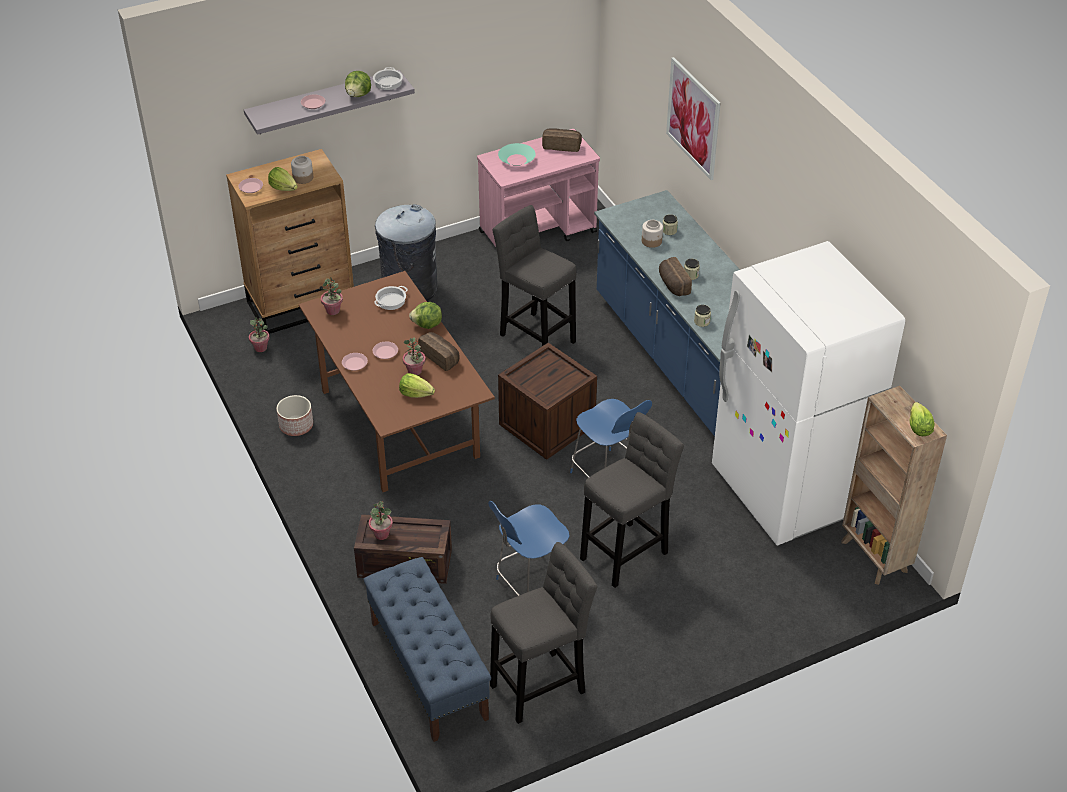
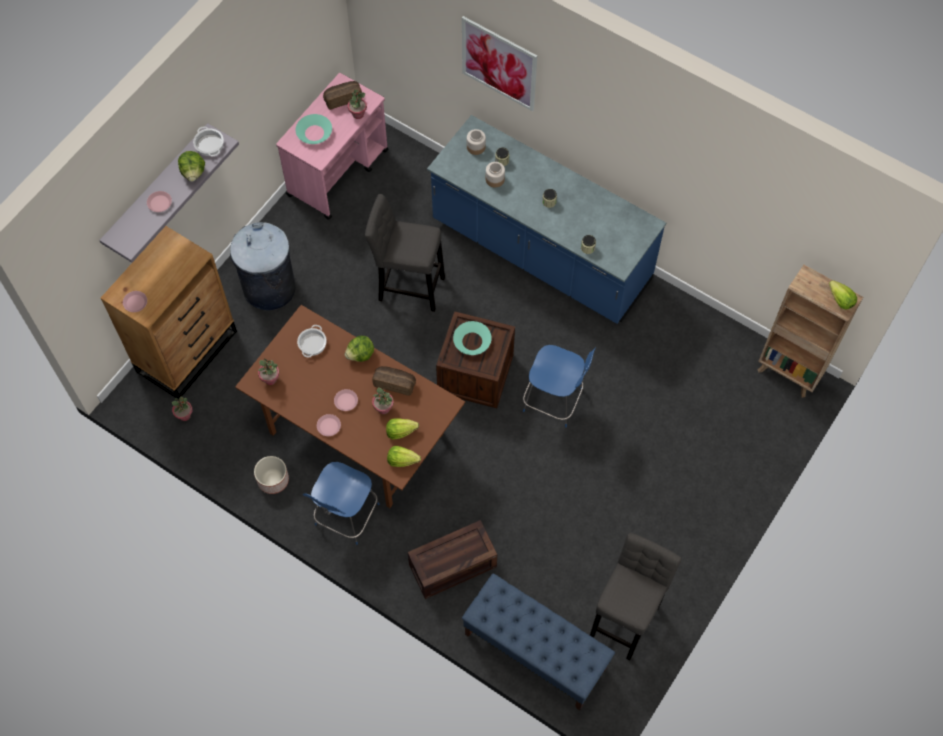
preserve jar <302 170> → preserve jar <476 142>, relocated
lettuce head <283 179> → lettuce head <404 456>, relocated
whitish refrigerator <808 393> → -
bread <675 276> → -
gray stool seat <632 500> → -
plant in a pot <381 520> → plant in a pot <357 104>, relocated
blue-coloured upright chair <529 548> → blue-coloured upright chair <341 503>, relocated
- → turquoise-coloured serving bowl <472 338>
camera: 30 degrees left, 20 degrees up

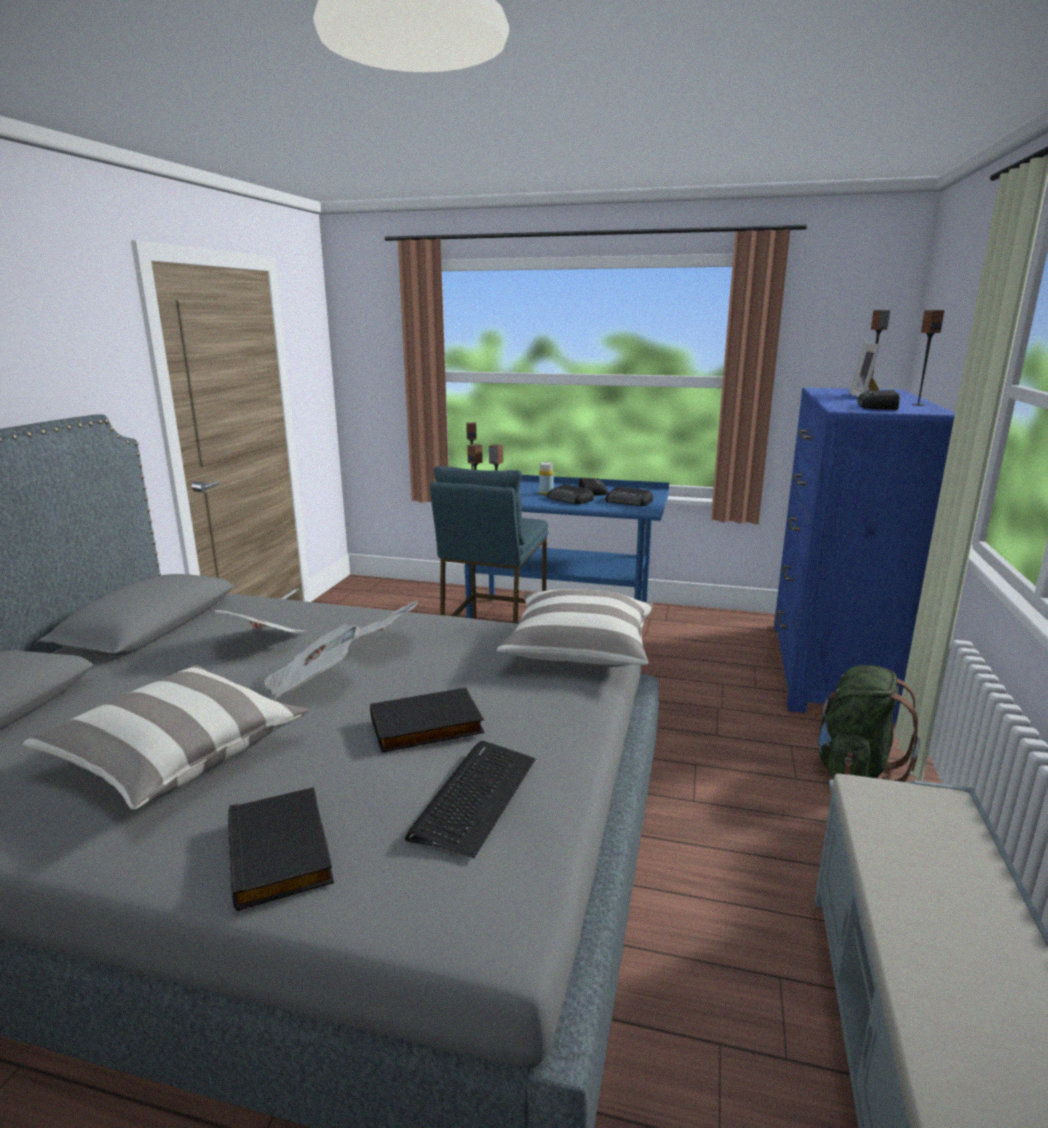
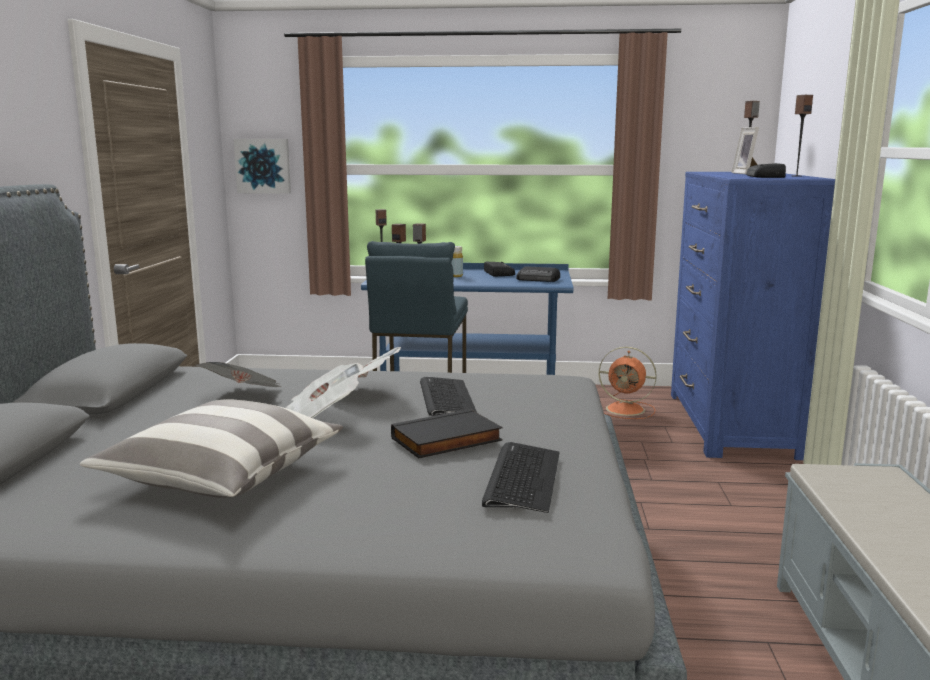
radio set <571 494> → -
cushion <575 628> → -
greenish knapsack <866 723> → -
black volume <281 849> → -
- → wall art <262 166>
- → orange fan <628 383>
- → computer keyboard <448 396>
camera: 10 degrees left, 5 degrees down

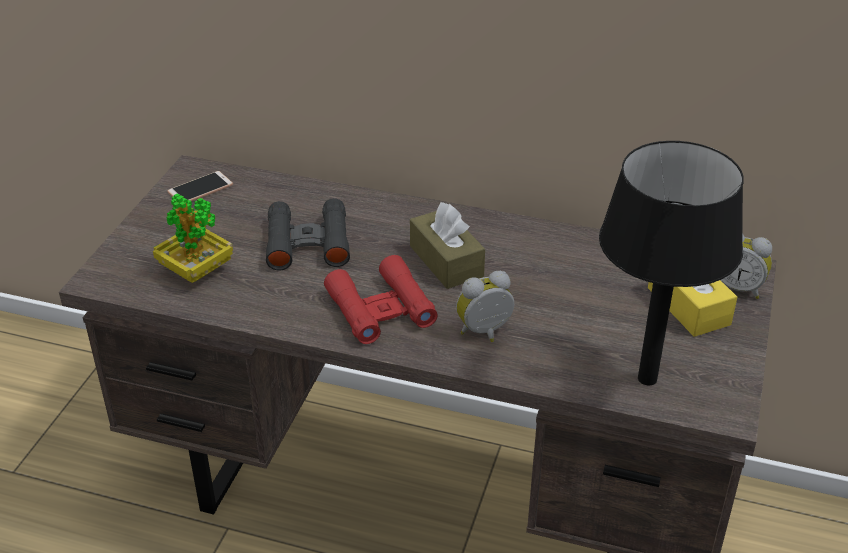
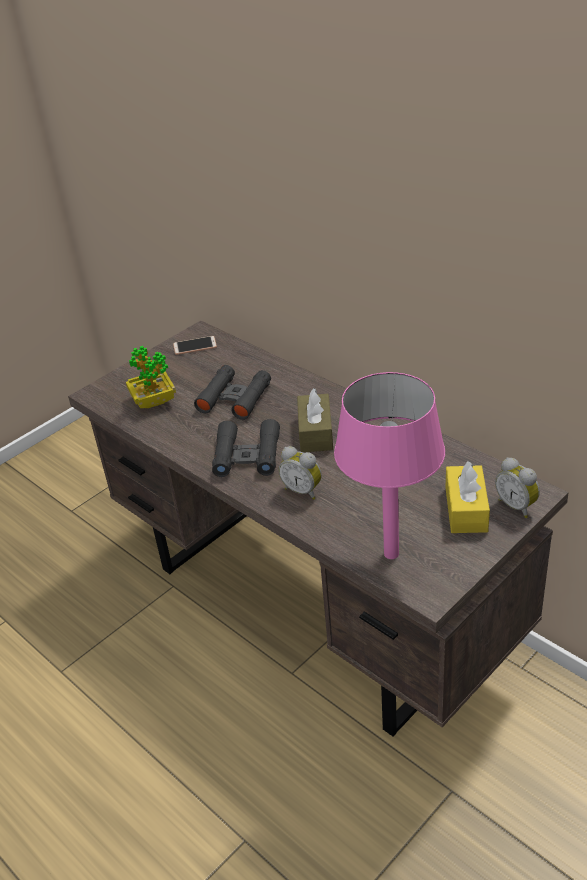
black table lamp <671 263> → pink-coloured table lamp <389 465>
reddish field glasses <381 299> → black field glasses <246 448>
alarm clock <485 306> → alarm clock <300 473>, 150 degrees counterclockwise
camera: 30 degrees right, 0 degrees up

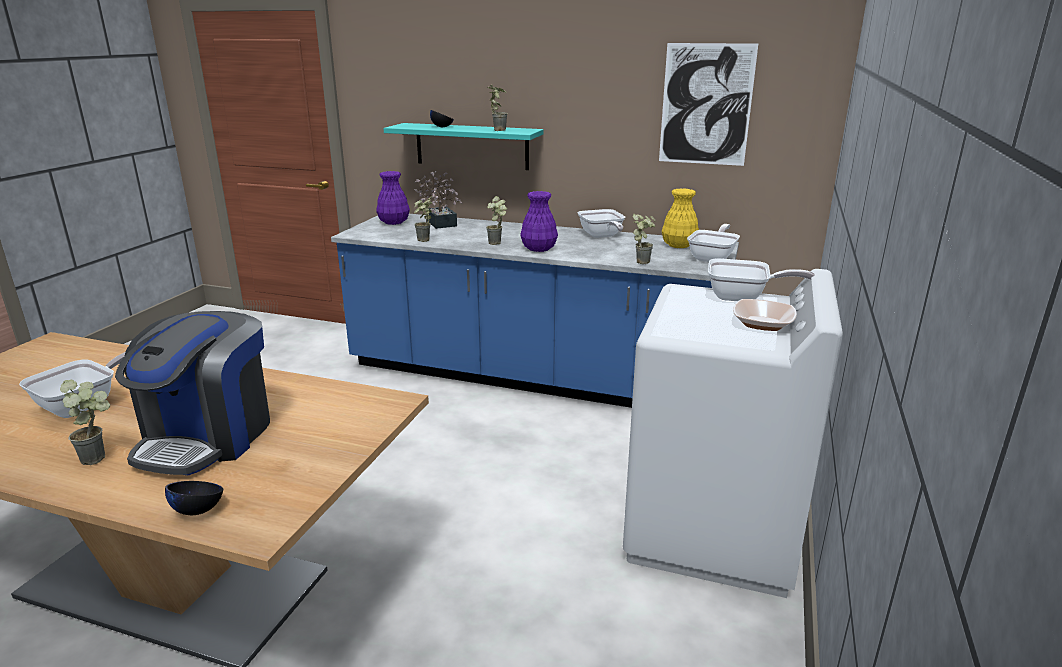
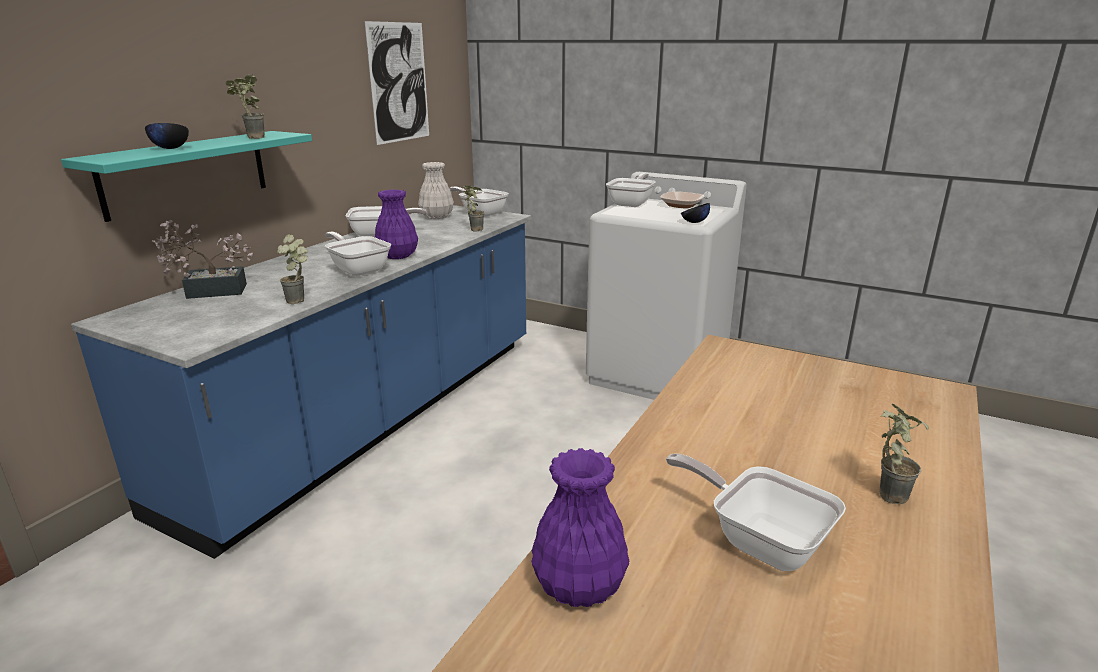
purple-coloured flower vase <393 198> → purple-coloured flower vase <580 527>, relocated
yellow-coloured flower vase <680 218> → whitish flower vase <436 190>
plant in a pot <496 220> → pan <358 254>
coffee brewer <192 393> → -
black serving bowl <194 498> → black serving bowl <695 213>, relocated
camera: 80 degrees left, 0 degrees up

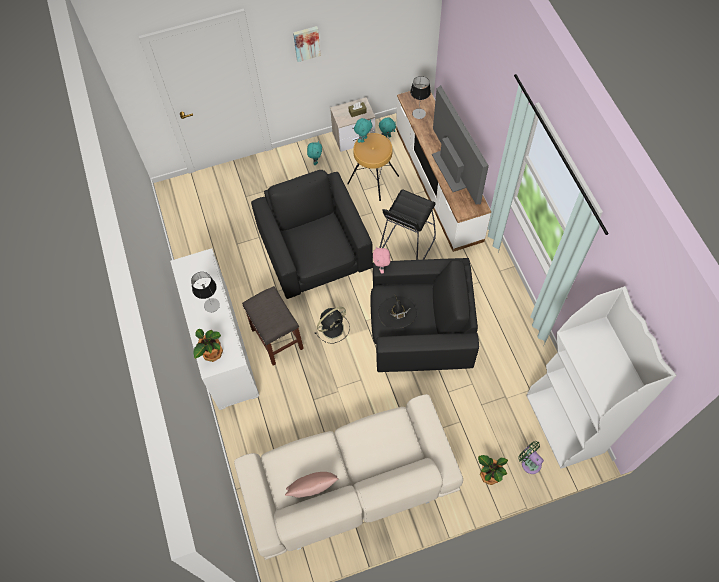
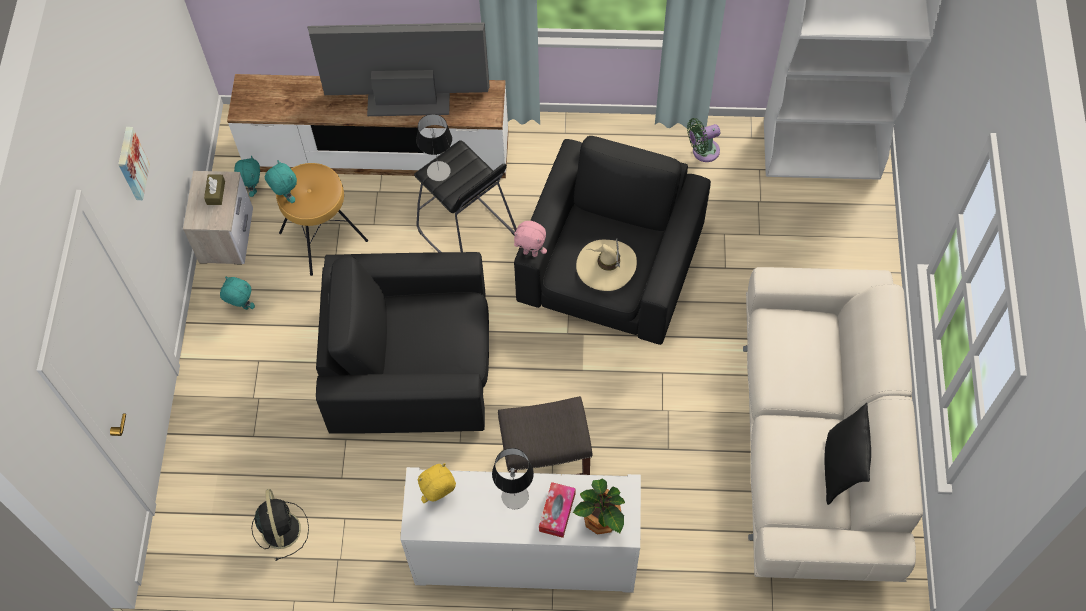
table lamp <420 97> → table lamp <434 147>, relocated
black hat <397 312> → beige hat <606 265>
black fan <332 325> → black fan <280 525>, relocated
greenish fan <531 457> → greenish fan <703 140>, relocated
plant in a pot <493 470> → -
pink-coloured cushion <312 485> → black cushion <847 454>
- → yellow-coloured cuddly toy <437 483>
- → tissue box <557 510>
camera: 70 degrees left, 0 degrees up

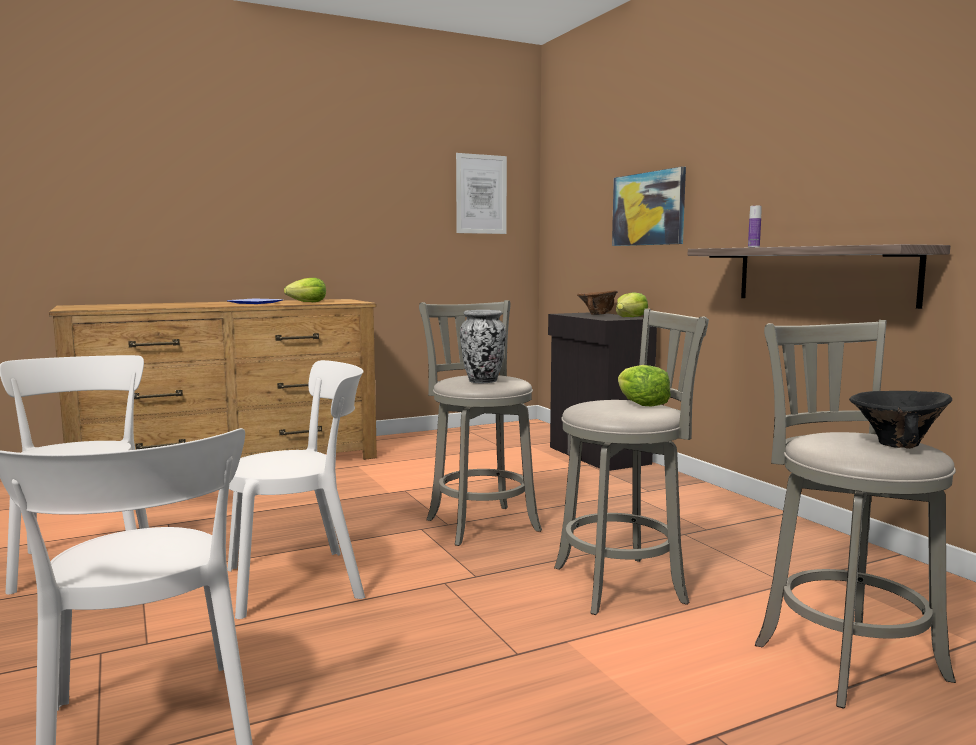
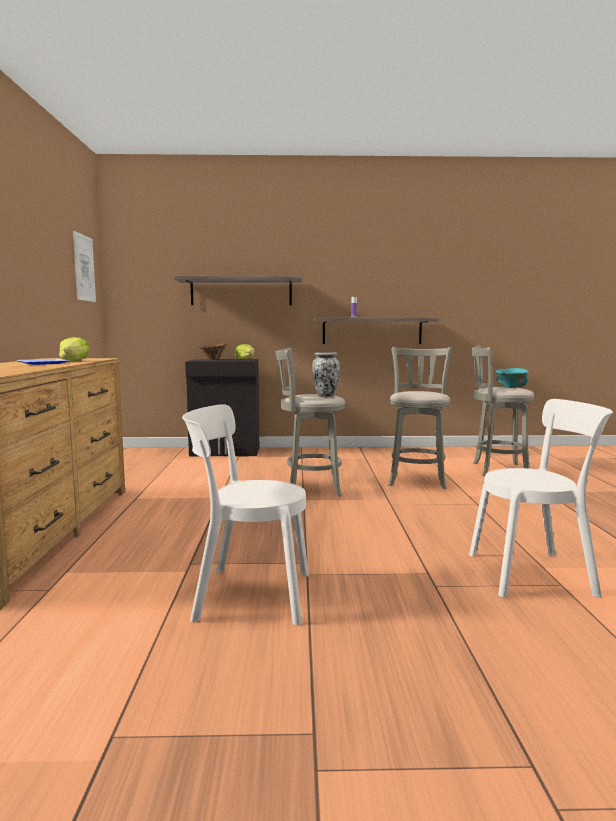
wall art <649 206> → shelf <238 290>
whitish upright chair <296 489> → -
lettuce head <644 386> → -
black serving bowl <900 420> → turquoise-coloured serving bowl <512 378>
camera: 65 degrees left, 0 degrees up

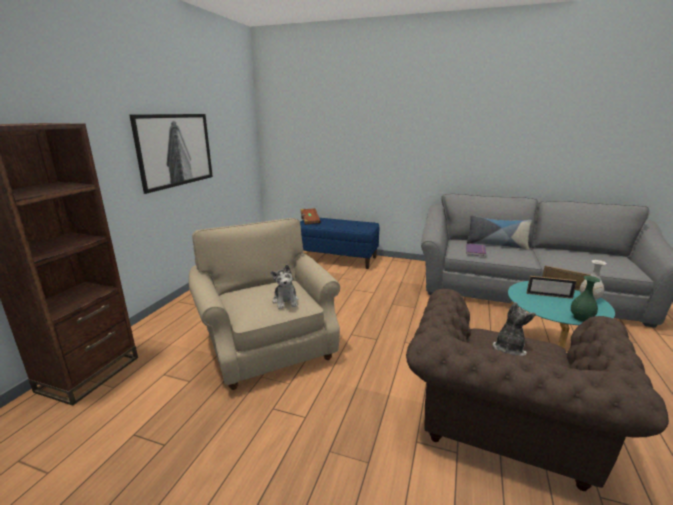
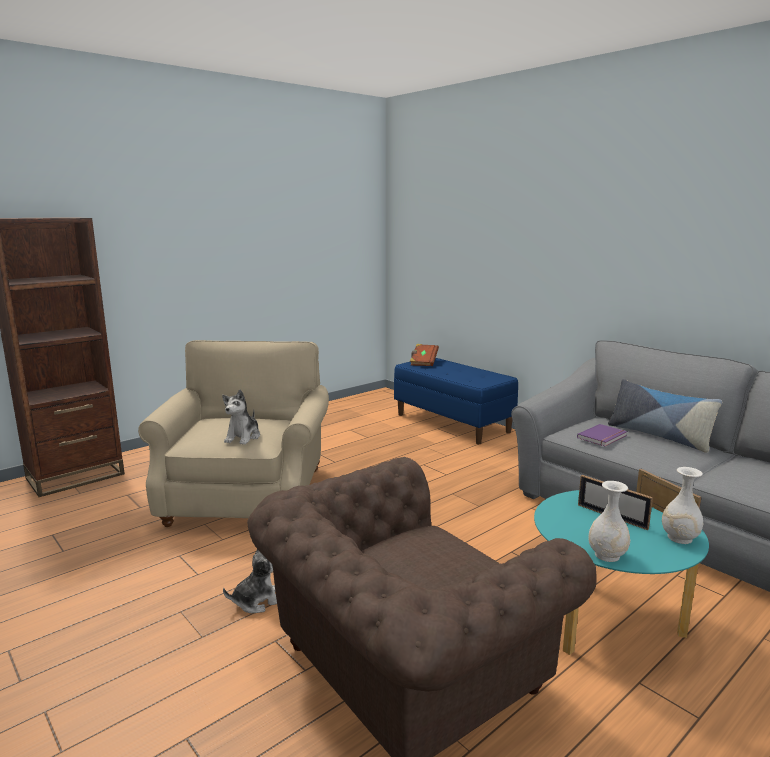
wall art <171 154> → -
greenish flower vase <585 299> → whitish flower vase <609 521>
cuddly toy <514 329> → cuddly toy <250 581>, relocated
camera: 30 degrees right, 5 degrees down

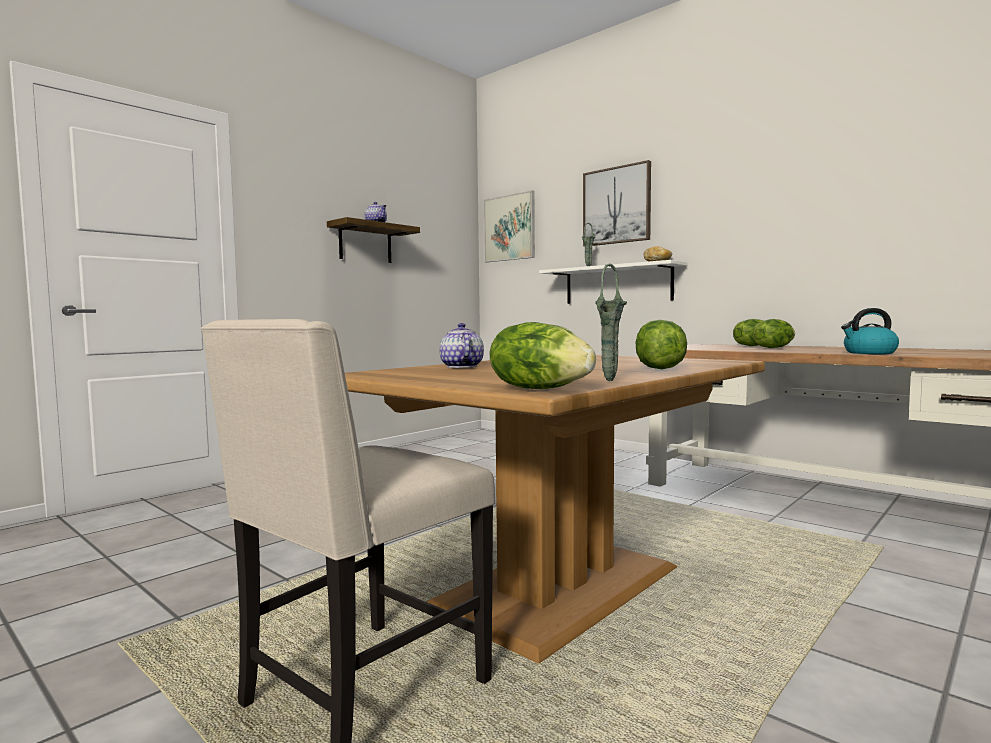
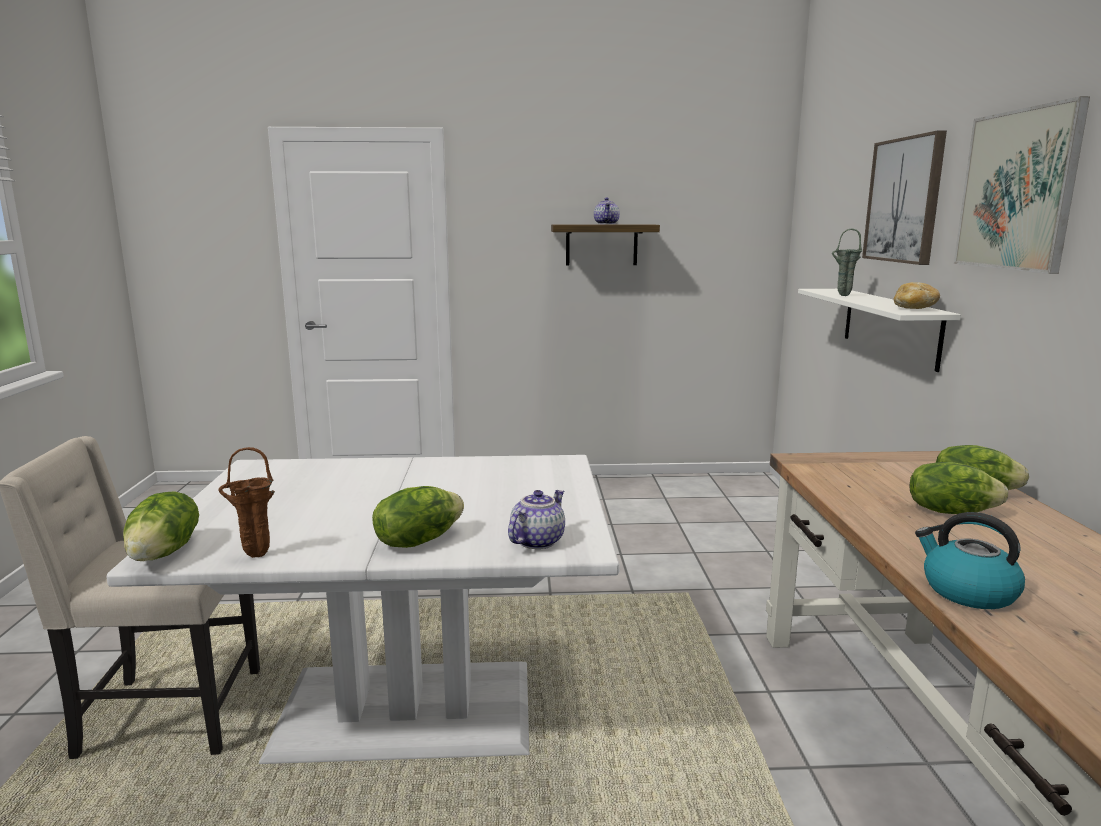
wall art <509 226> → wall art <1022 185>, relocated
greenish flower vase <611 322> → brown flower vase <246 502>
teapot <461 345> → teapot <536 519>, relocated
brown kitchen table <555 509> → whitish kitchen table <363 609>
camera: 45 degrees right, 10 degrees up

